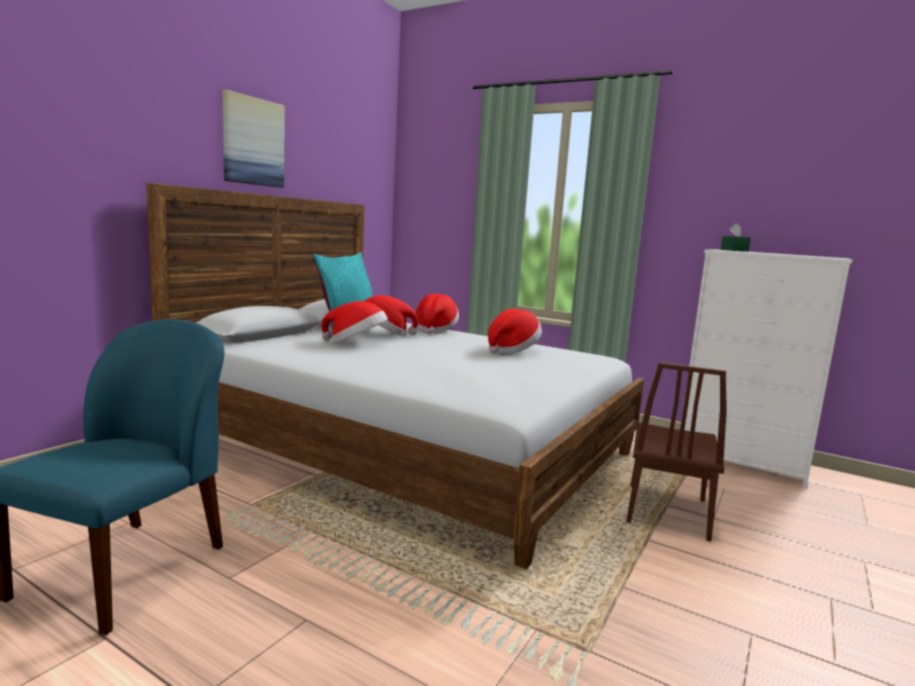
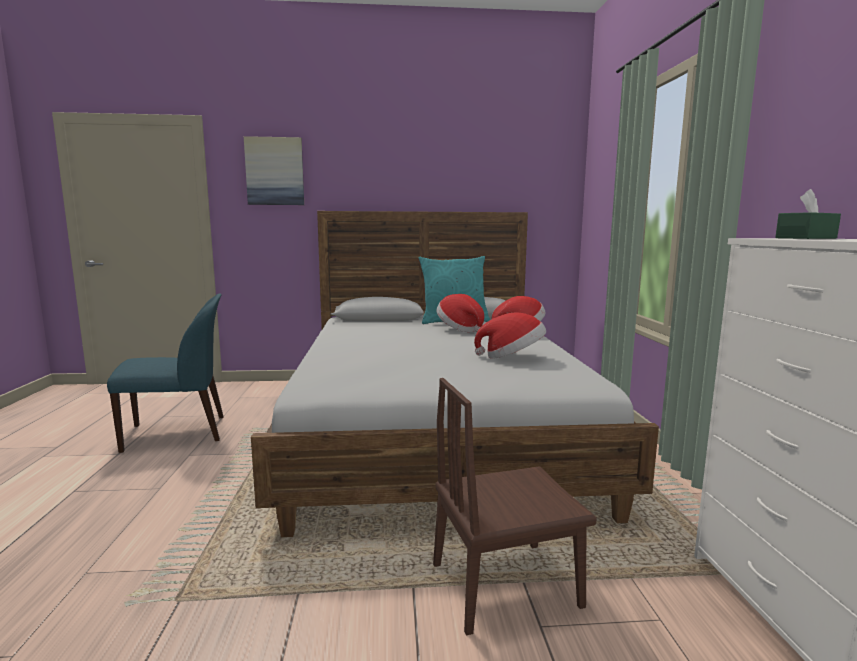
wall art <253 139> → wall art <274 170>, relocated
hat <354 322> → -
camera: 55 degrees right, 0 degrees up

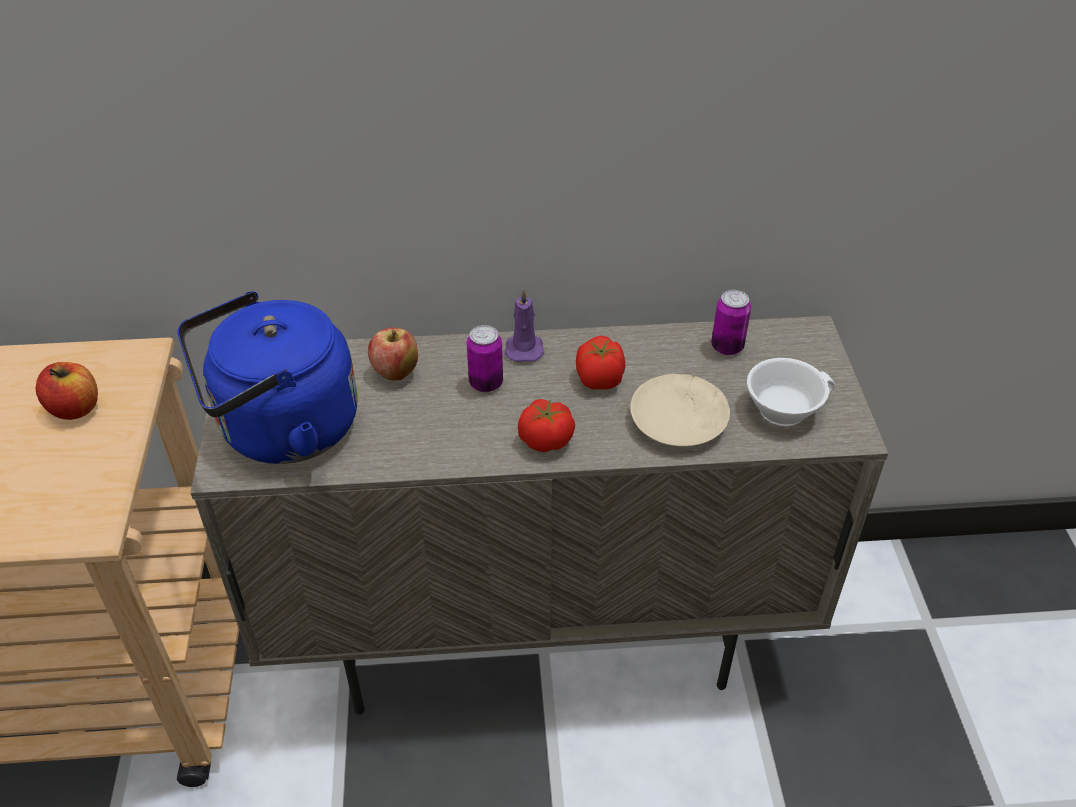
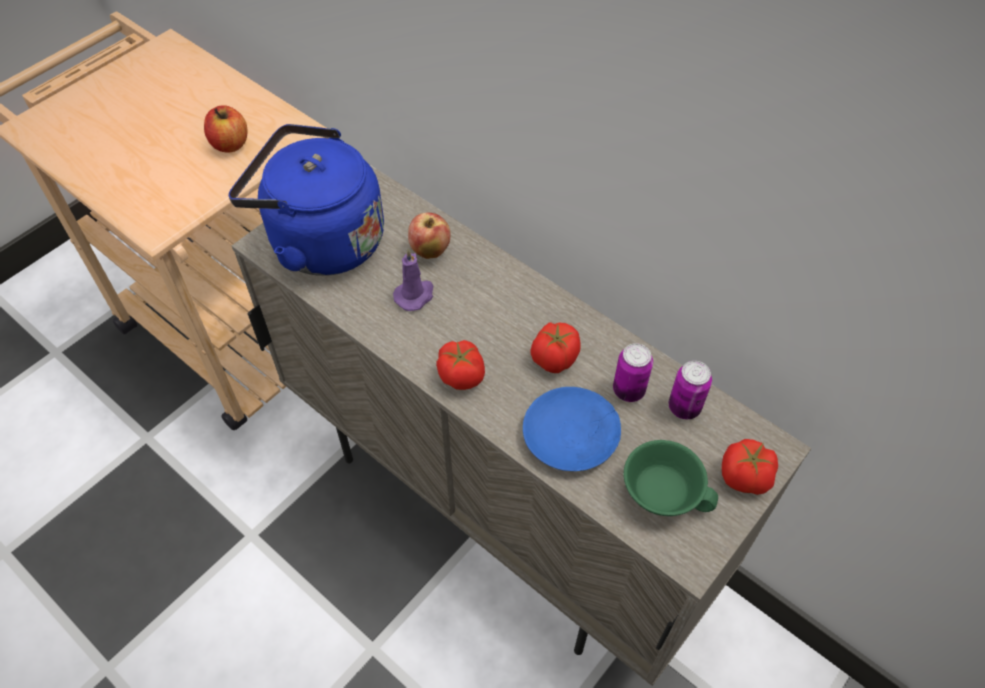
purple-coloured wax candle <524 325> → purple-coloured wax candle <413 279>, relocated
sealed can <485 358> → sealed can <633 372>, relocated
whitish small cup <791 392> → greenish small cup <671 478>
beige plate <680 410> → blue-coloured plate <572 429>
- → whole tomato <750 467>
camera: 45 degrees right, 10 degrees up

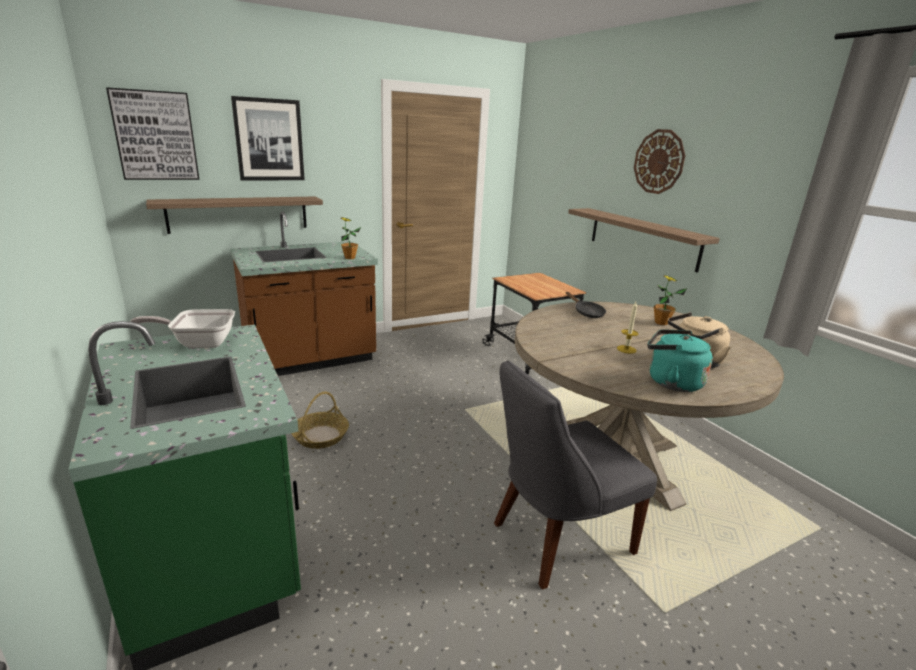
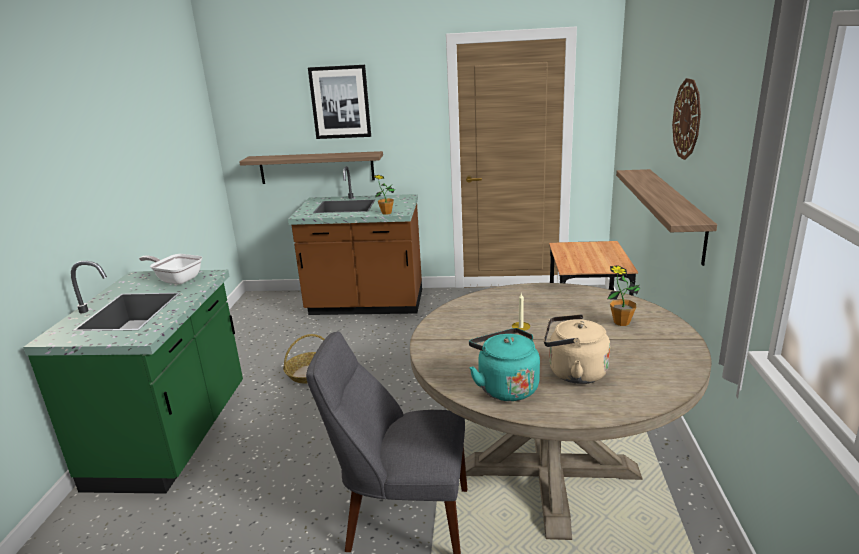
wall art <152 133> → -
black pan <586 305> → -
camera: 35 degrees right, 0 degrees up

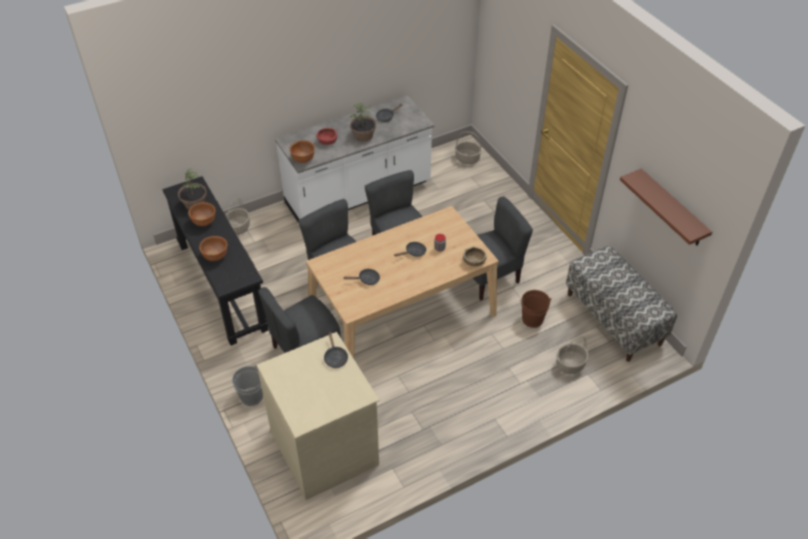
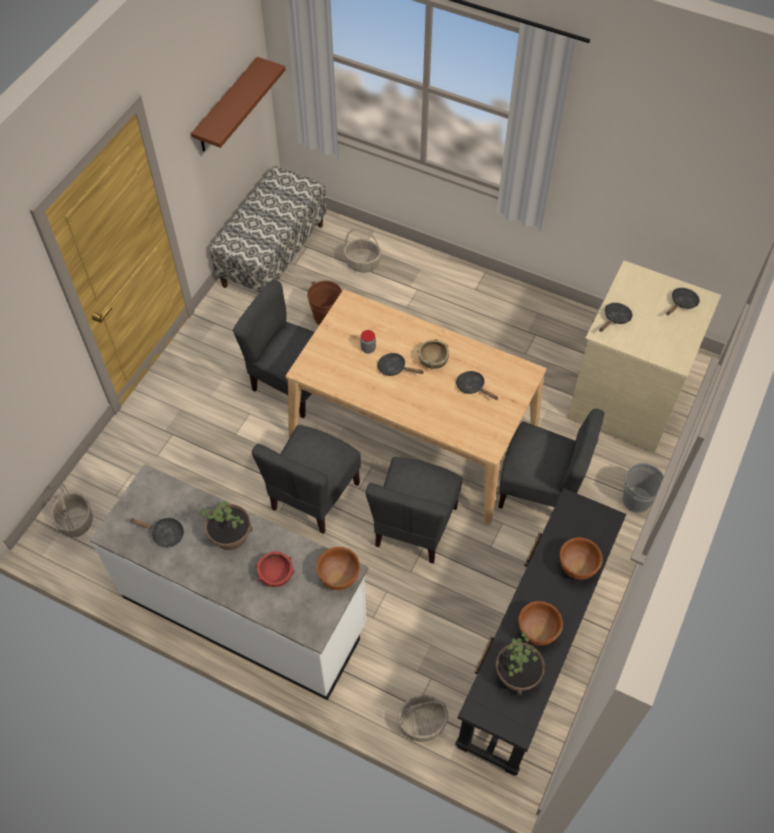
brown serving bowl <474 256> → brown serving bowl <433 354>, relocated
- → black pan <683 301>
camera: 125 degrees left, 10 degrees up

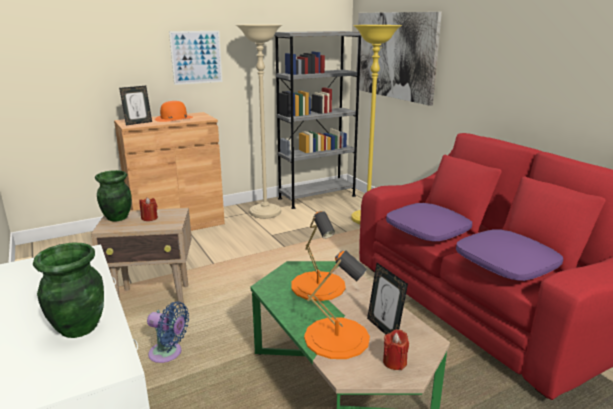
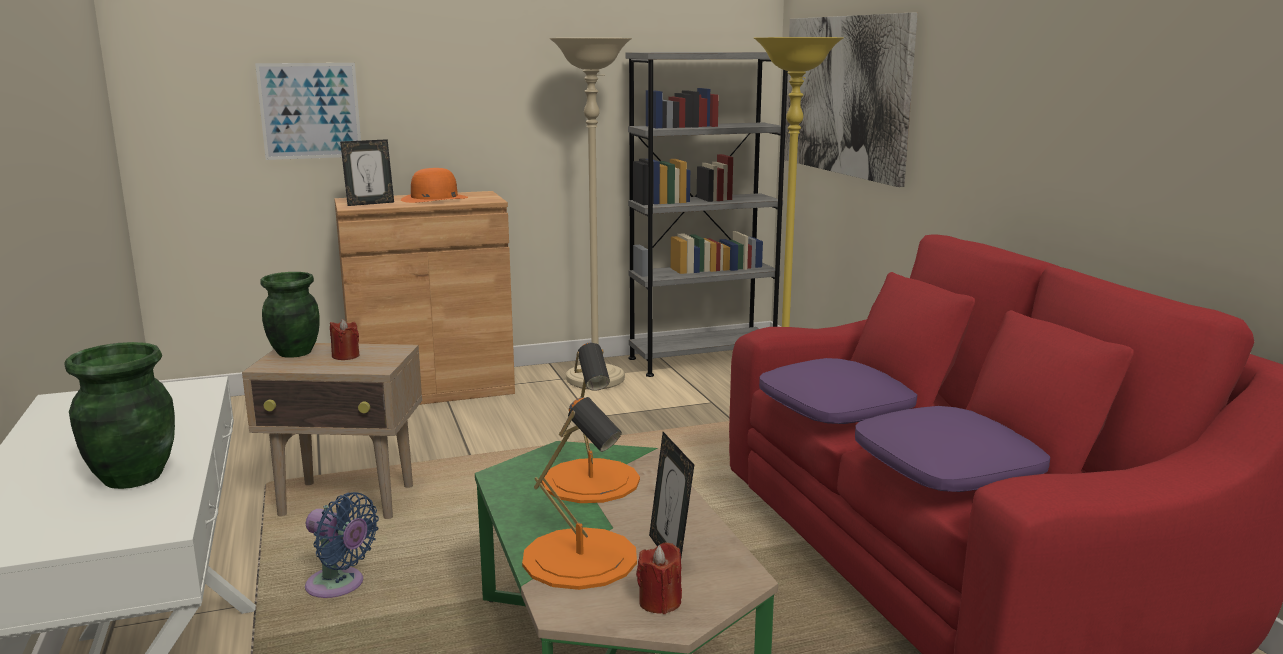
wall art <195 58> → wall art <308 111>, relocated
camera: 10 degrees right, 5 degrees down

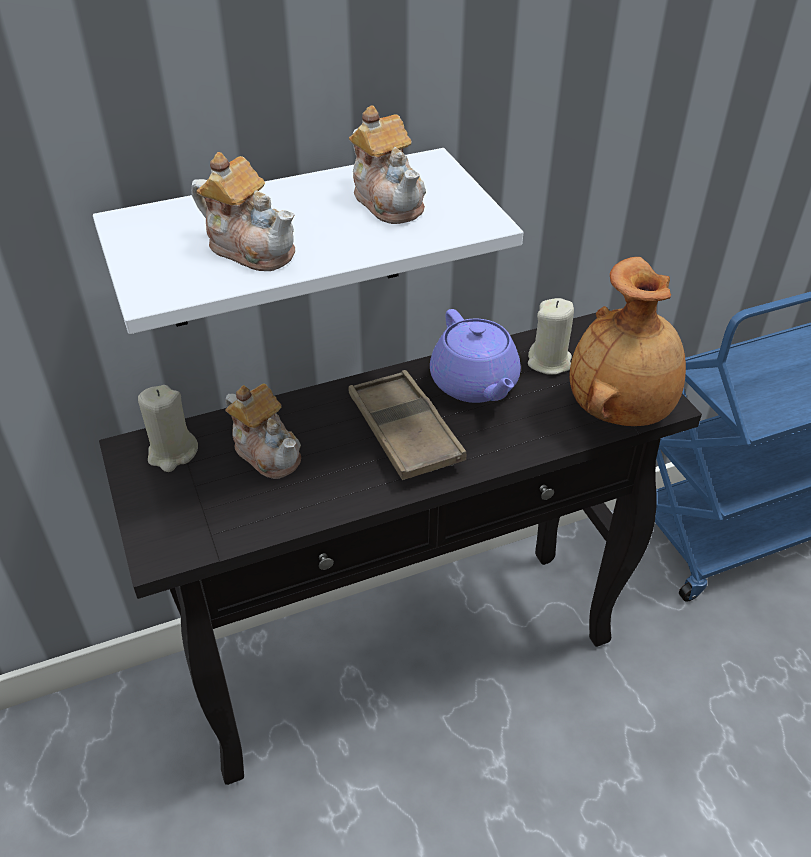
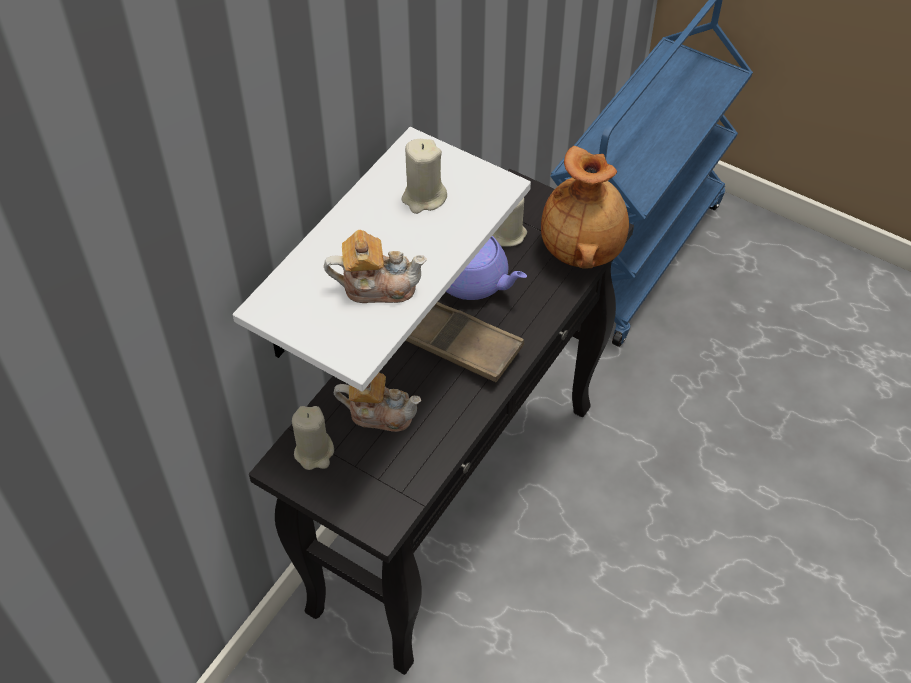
teapot <387 164> → beige wax candle <424 176>
camera: 35 degrees left, 10 degrees up

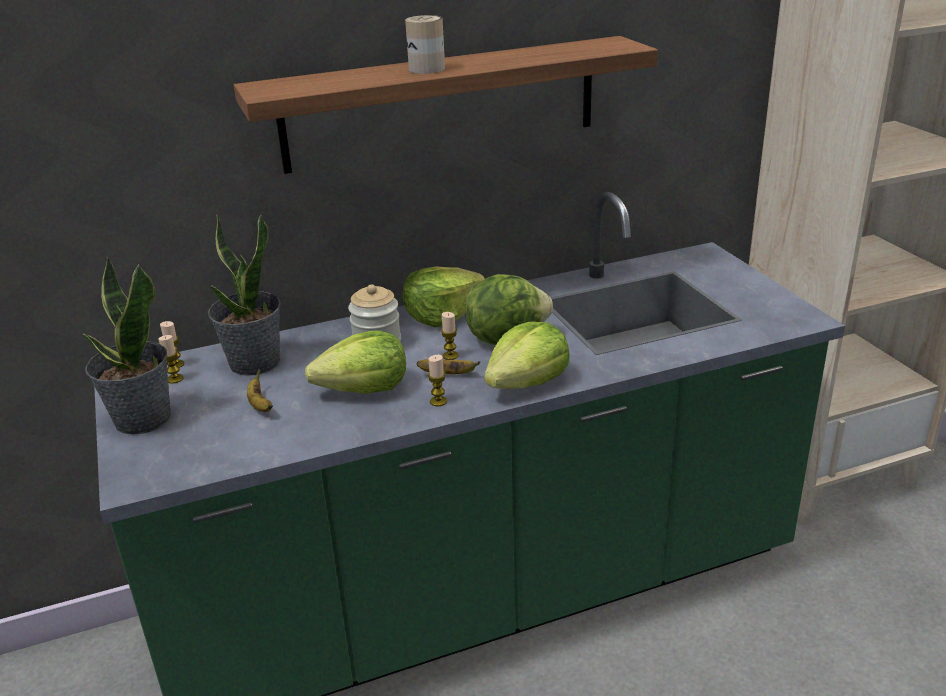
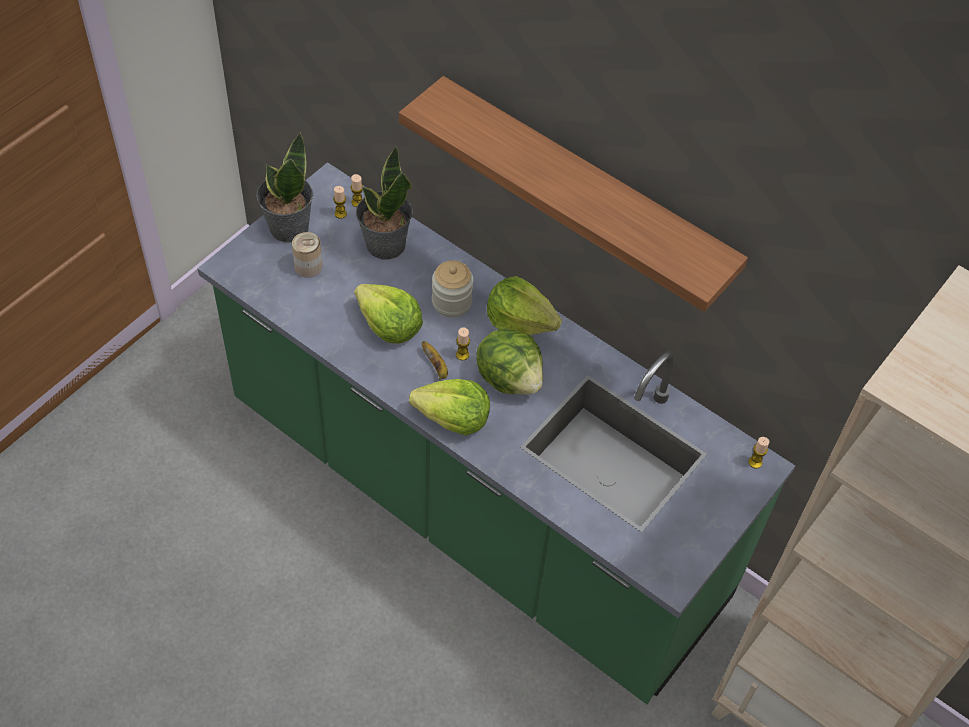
sealed can <425 44> → sealed can <307 255>, relocated
wax candle <437 380> → wax candle <759 453>, relocated
banana fruit <260 390> → -
camera: 55 degrees right, 25 degrees up

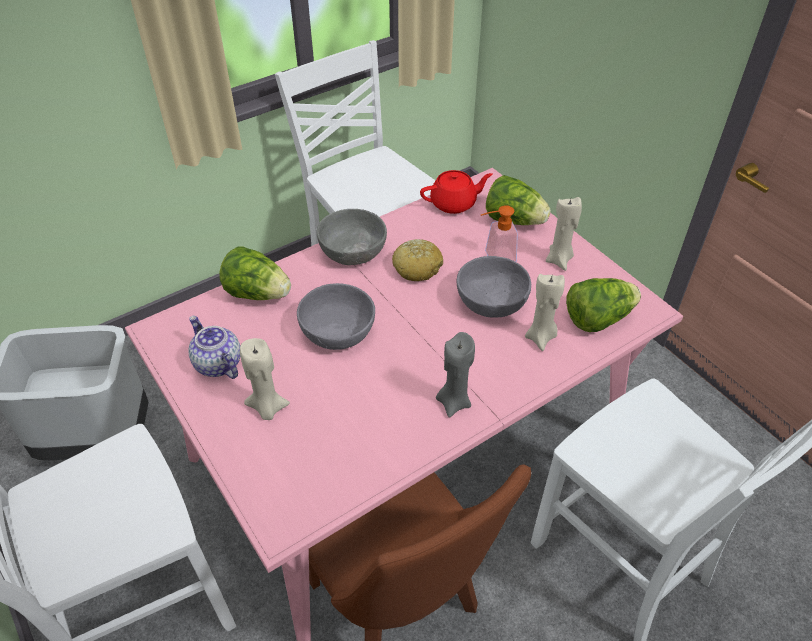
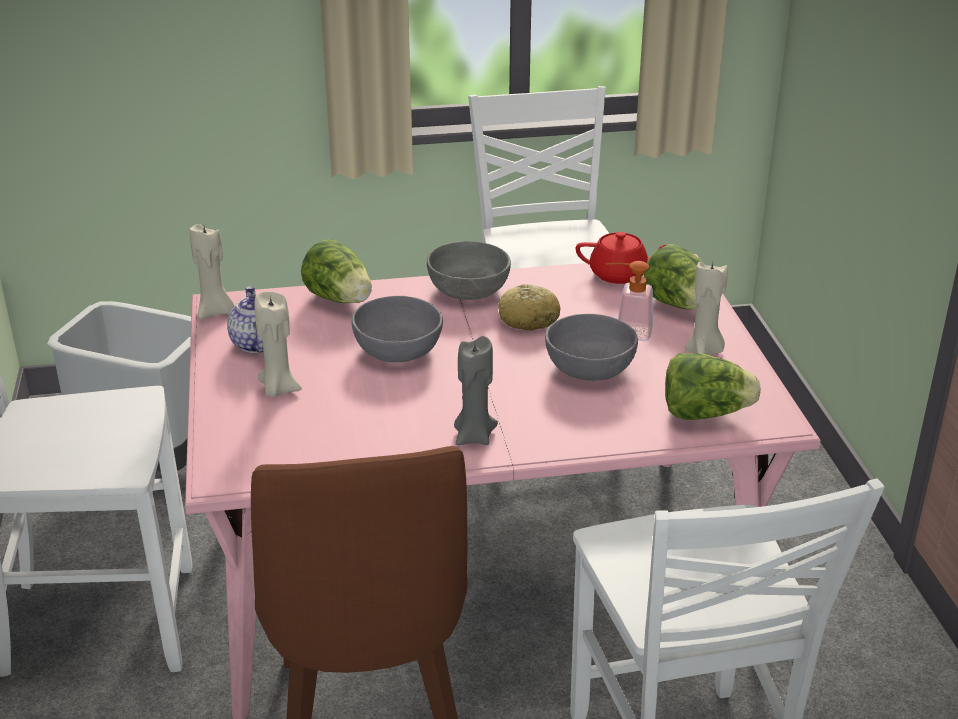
beige wax candle <545 312> → beige wax candle <211 271>, relocated
camera: 25 degrees right, 15 degrees down

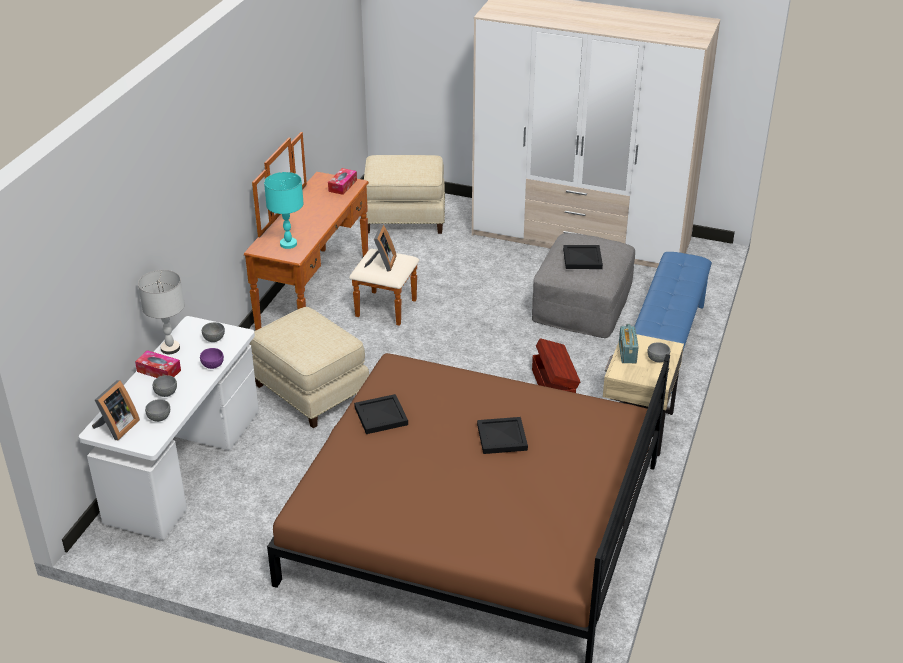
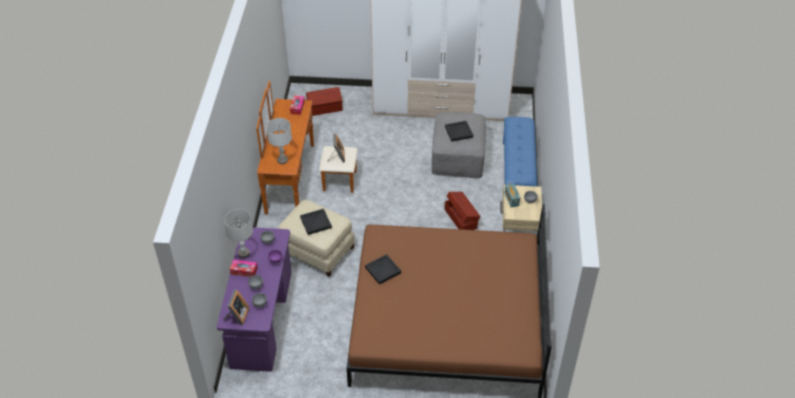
beige ottoman <404 194> → brown storage box <324 101>
turquoise-coloured table lamp <284 210> → gray table lamp <279 141>
whitish desk table <169 428> → purple-coloured desk table <254 299>
black serving tray <502 435> → black serving tray <316 222>, relocated
camera: 15 degrees left, 10 degrees up

